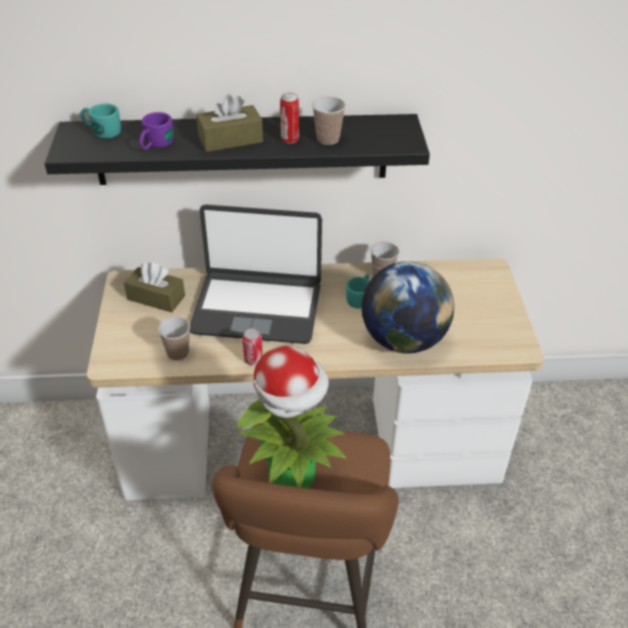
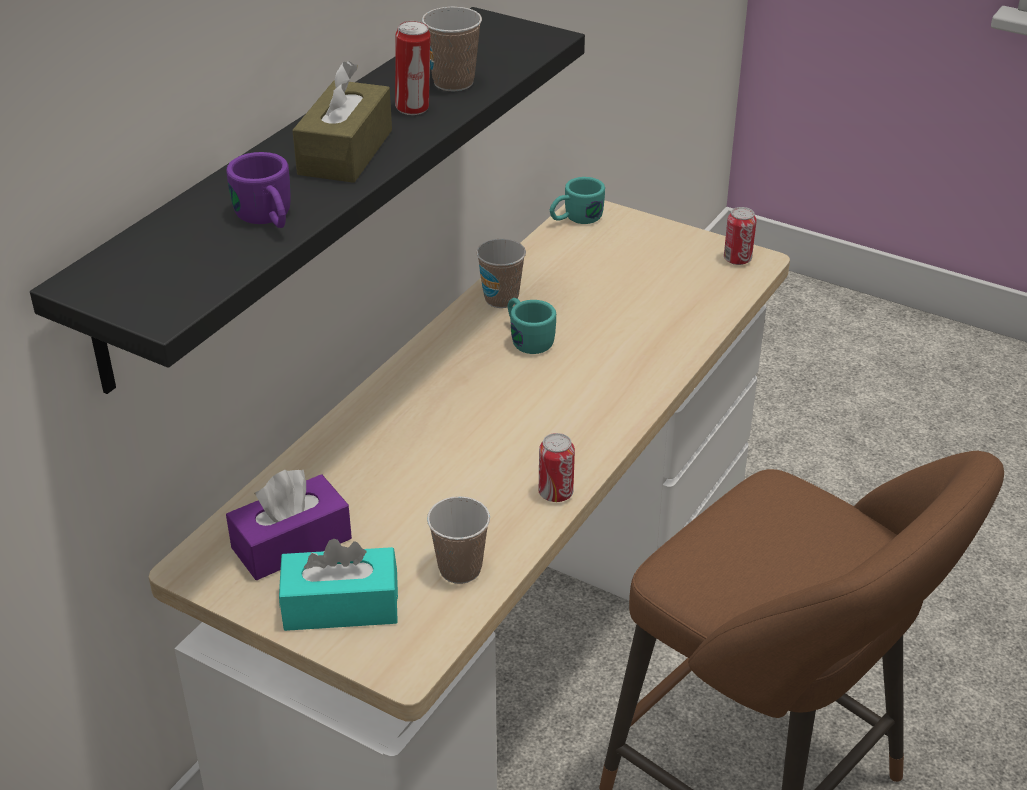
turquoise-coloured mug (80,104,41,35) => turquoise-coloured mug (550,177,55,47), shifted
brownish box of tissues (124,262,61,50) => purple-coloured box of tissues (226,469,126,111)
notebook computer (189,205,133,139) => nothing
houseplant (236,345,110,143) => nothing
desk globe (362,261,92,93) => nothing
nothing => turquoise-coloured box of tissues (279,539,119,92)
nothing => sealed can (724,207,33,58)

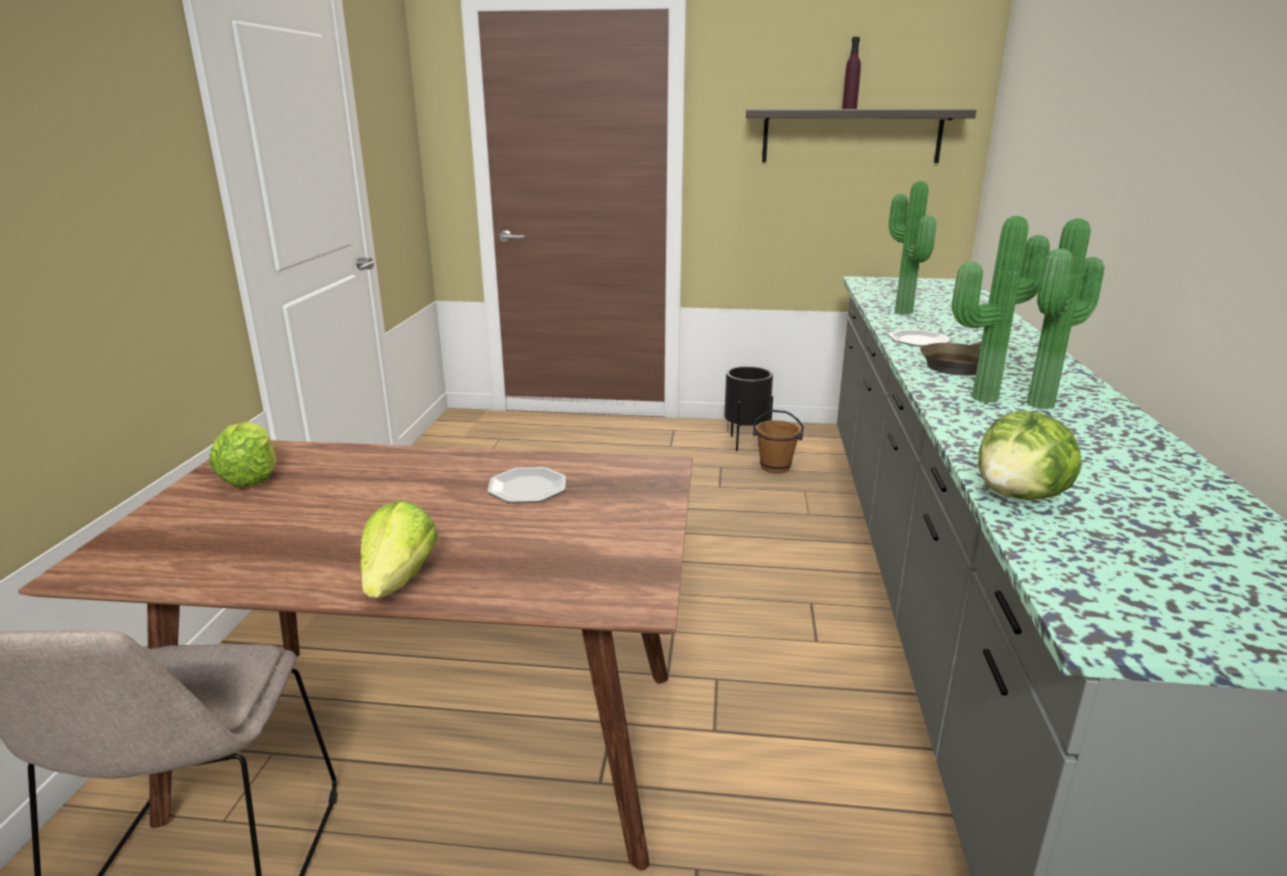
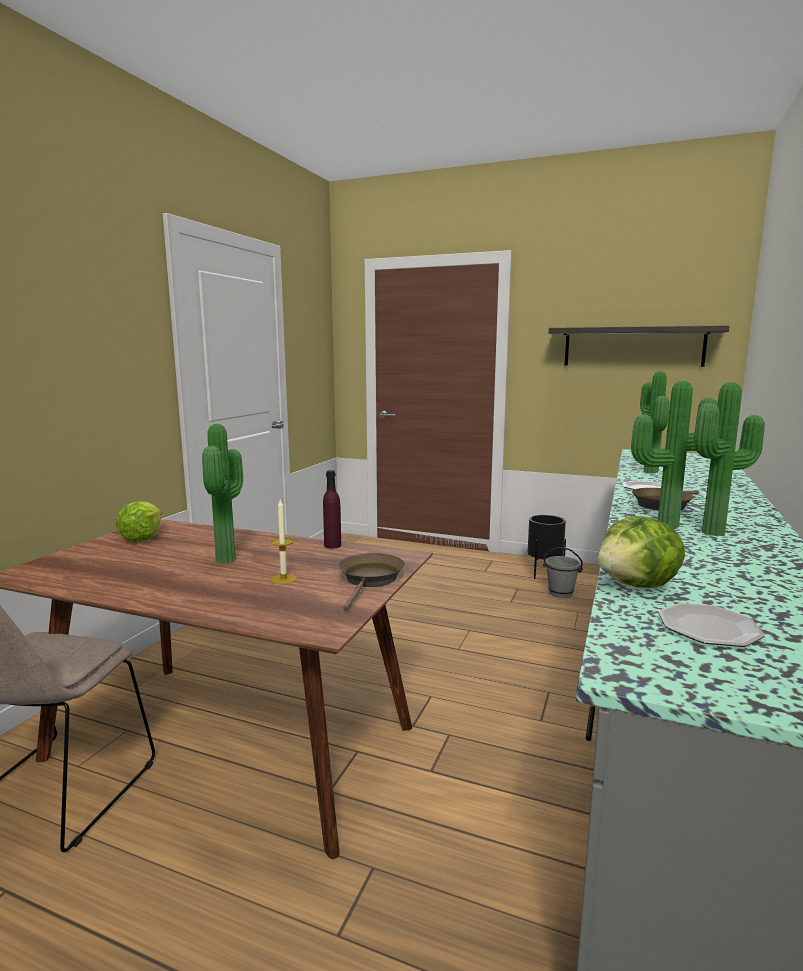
head of lettuce (360,500,78,98) => nothing
plate (487,467,79,36) => plate (658,603,107,44), shifted
brownish bucket (753,410,51,64) => gray bucket (543,547,40,51)
purple-coloured drink bottle (842,37,19,72) => purple-coloured drink bottle (323,470,18,79), shifted
nothing => houseplant (202,424,41,140)
nothing => candle (271,500,26,84)
nothing => brownish pan (338,553,67,58)

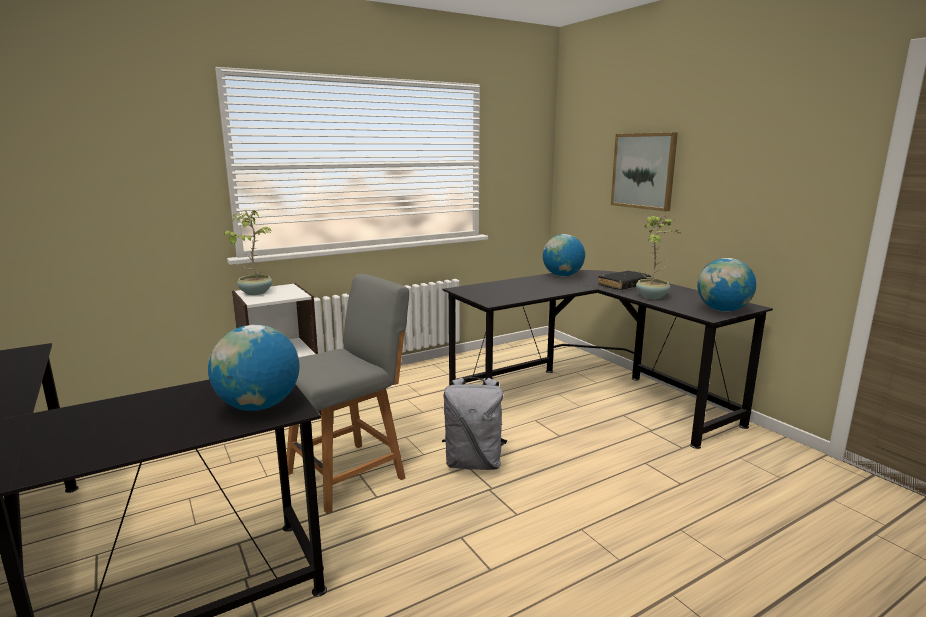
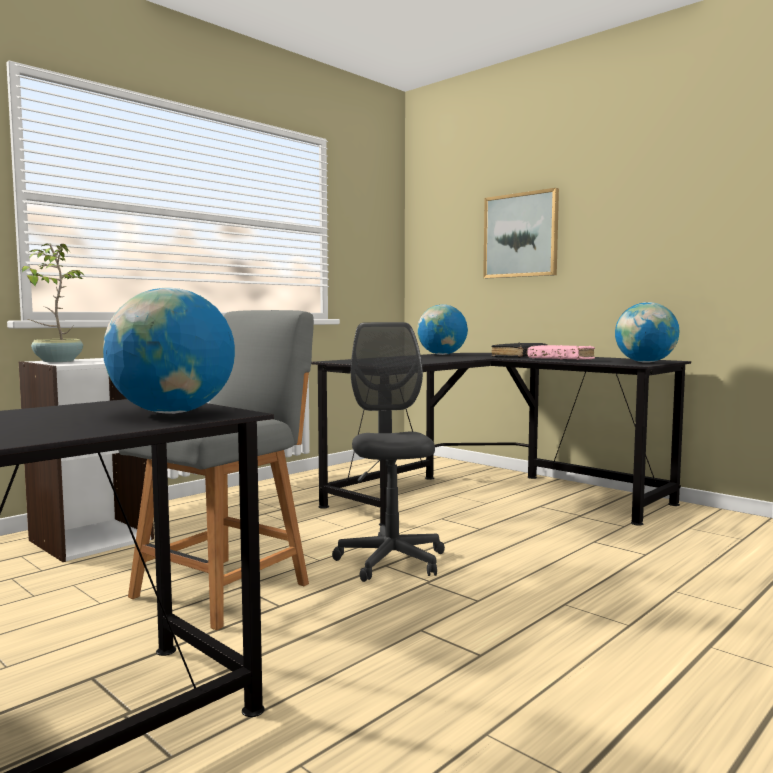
gray backpack (442,377,65,93) => gray computer chair (332,322,113,260)
houseplant (636,215,46,84) => pinkish book (527,345,68,15)

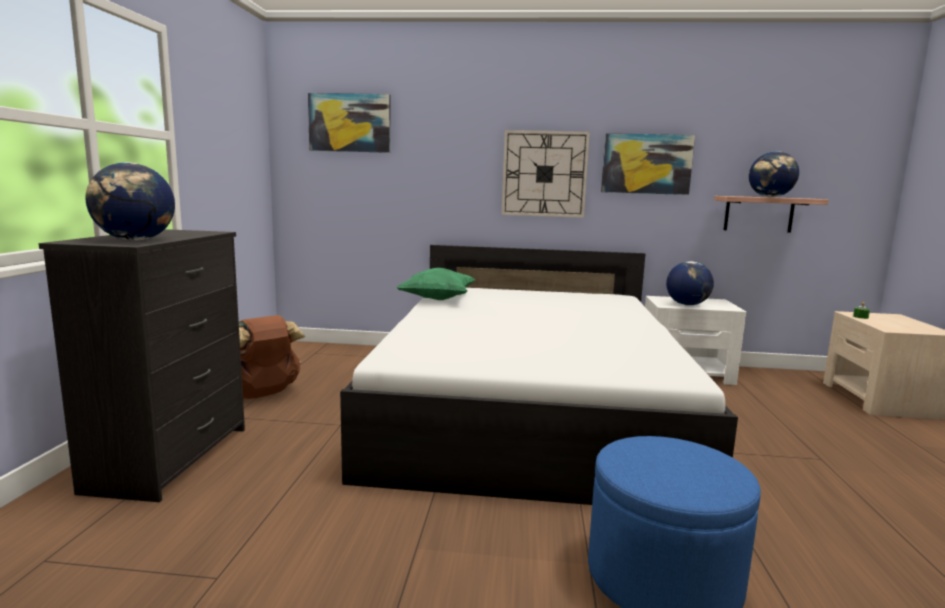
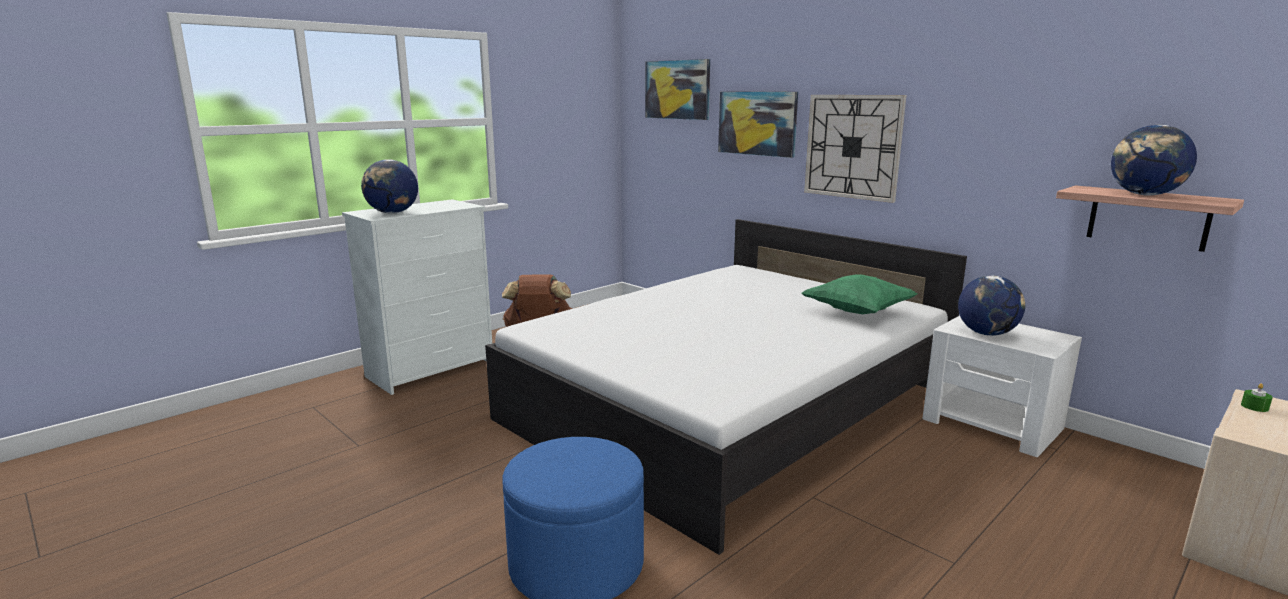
blackish dresser (39,229,206,273) => white-coloured dresser (342,199,150,196)
greenish throw pillow (396,268,79,32) => greenish throw pillow (802,274,115,40), shifted
wall picture (601,133,94,62) => wall picture (718,92,80,66), shifted

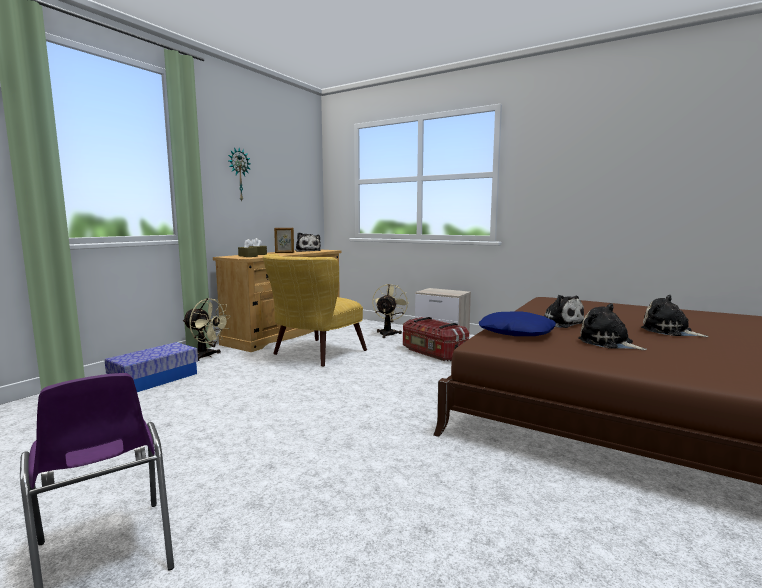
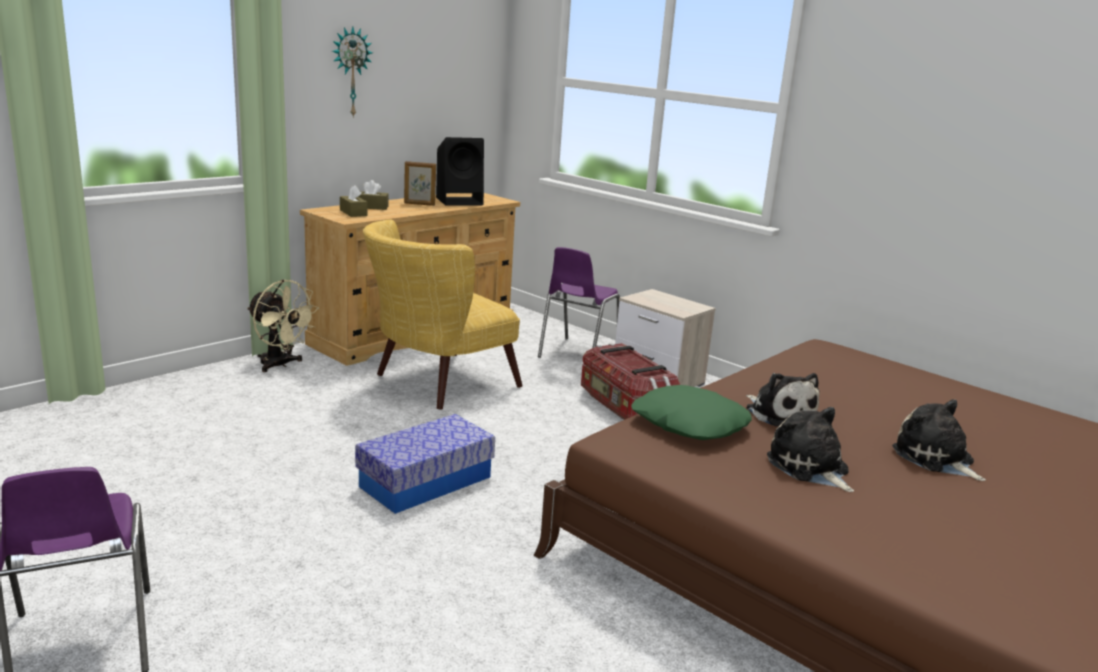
storage container (105,342,93,50) => storage container (355,414,140,100), shifted
plush toy (295,233,26,19) => blackish speaker (436,137,48,69)
beige fan (372,284,37,54) => purple-coloured upright chair (538,247,82,111)
blue throw pillow (479,311,77,25) => greenish throw pillow (631,385,121,55)

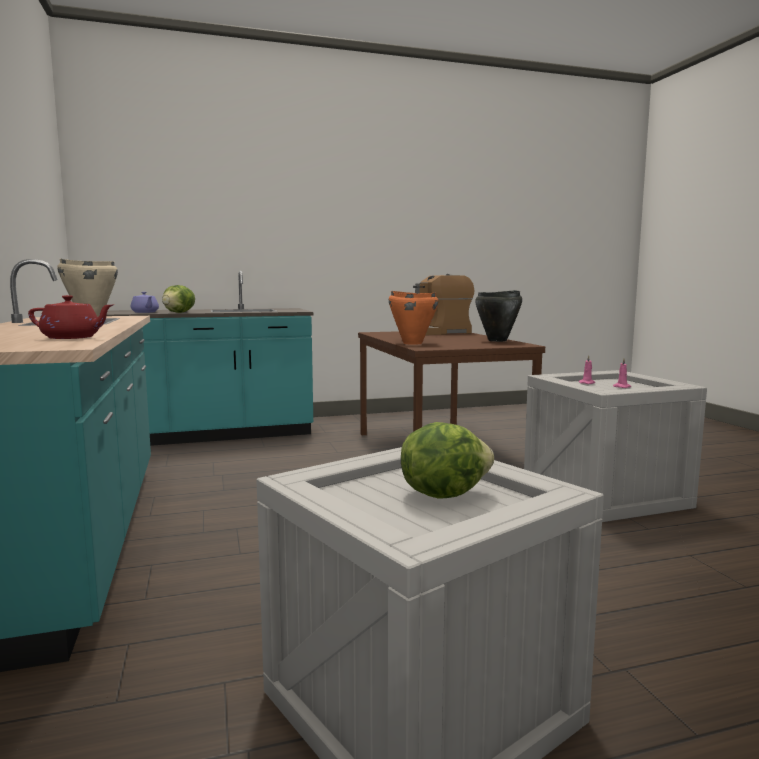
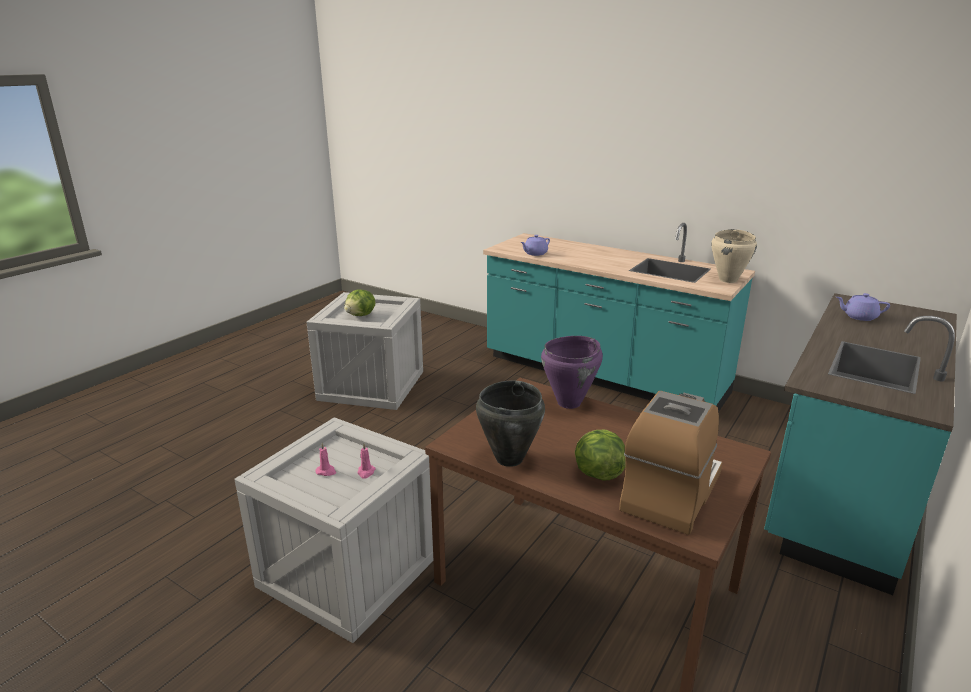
red-coloured tea pot (28,295,85,44) => purple-coloured tea pot (520,235,30,21)
head of lettuce (162,285,33,28) => head of lettuce (575,430,51,51), shifted
orange cooking pot (389,291,49,54) => purple-coloured cooking pot (541,336,62,73)

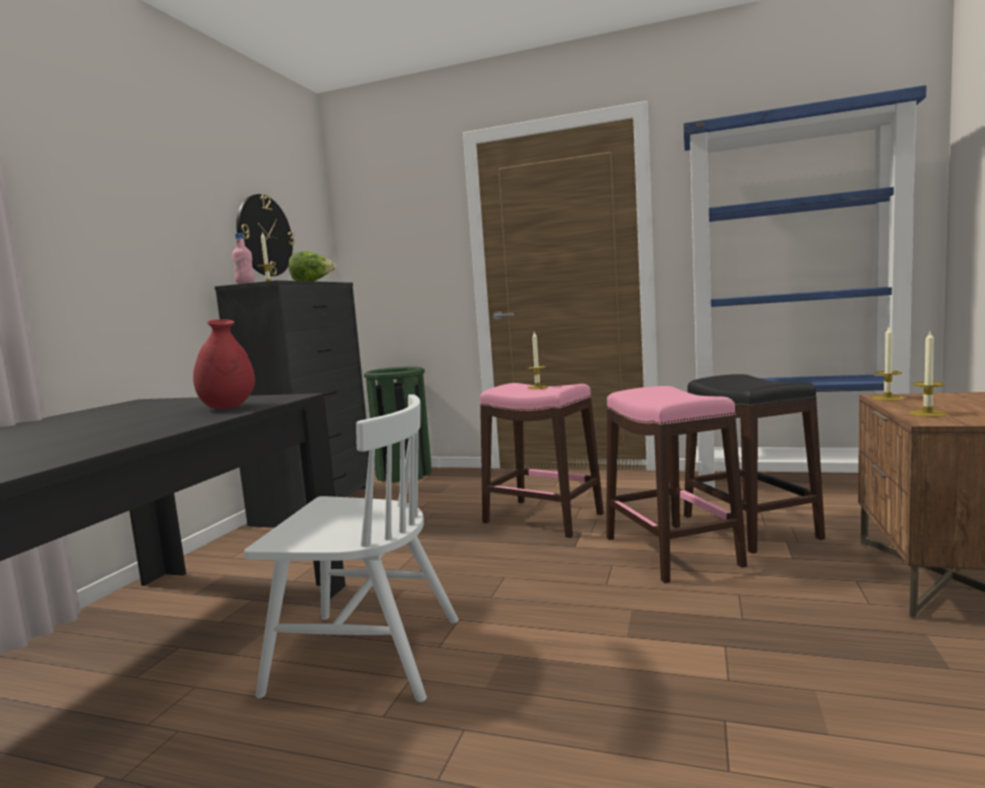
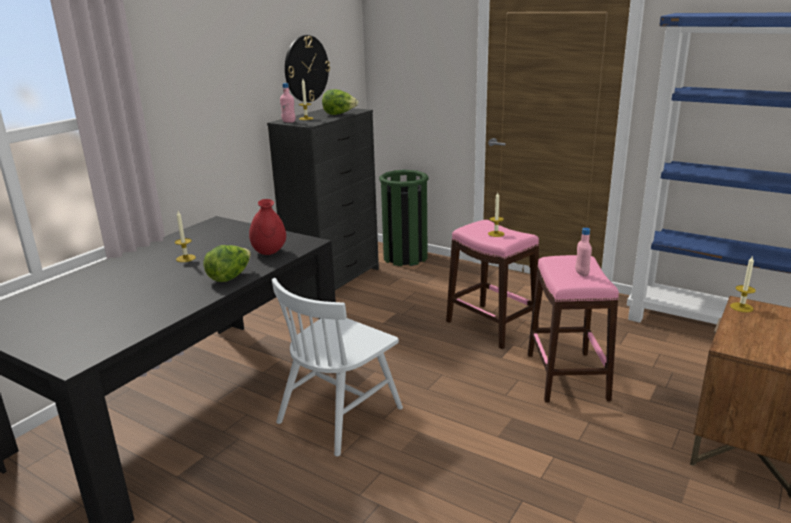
white-coloured upright chair (244,394,215,308) => white-coloured upright chair (272,278,131,179), 105 degrees clockwise
blackish stool seat (684,374,141,180) => nothing
candle (909,331,38,86) => candle (175,211,21,51), shifted
nothing => head of lettuce (203,245,48,37)
nothing => pinkish drink bottle (575,228,17,49)

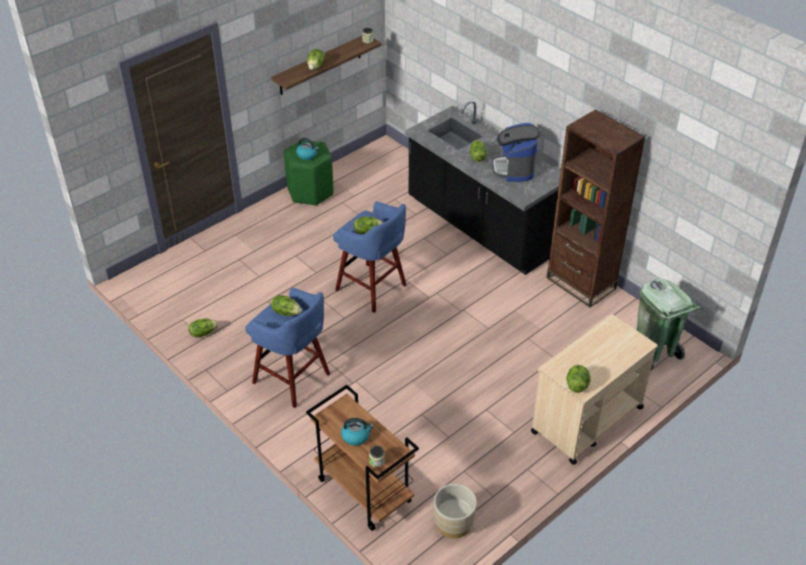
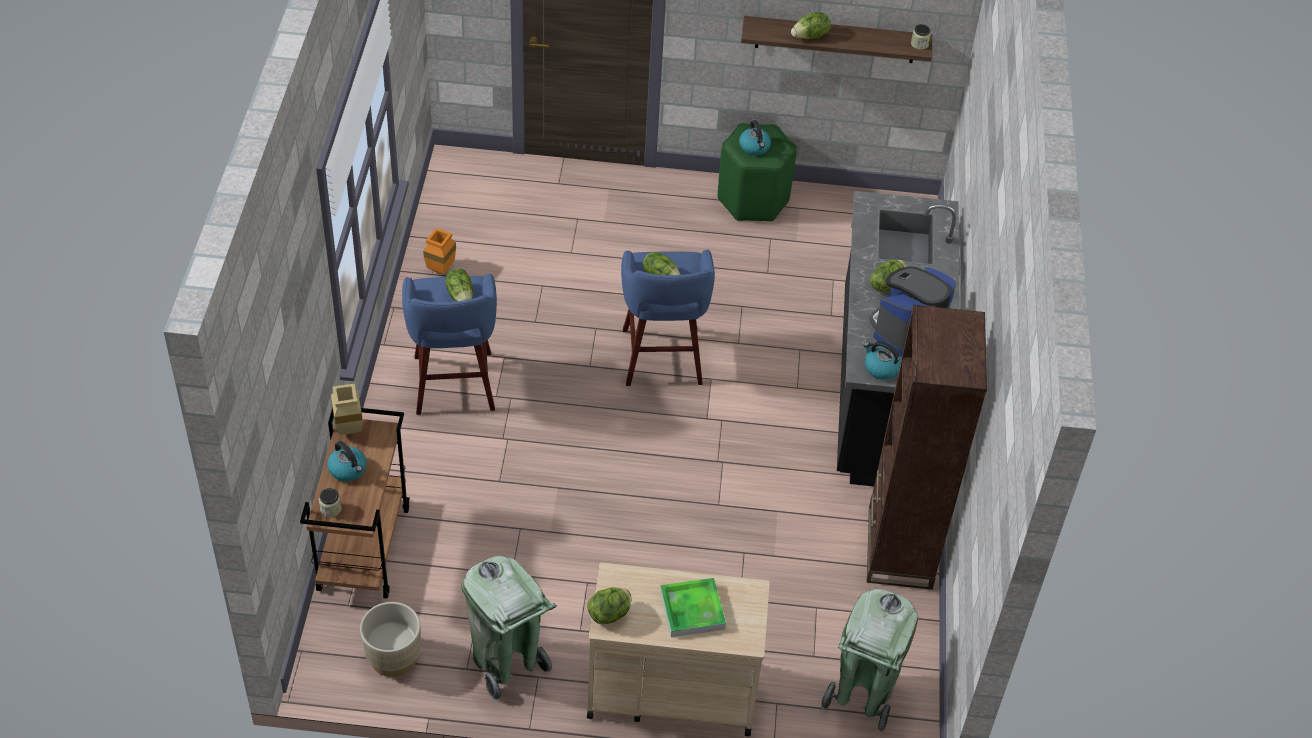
head of lettuce (189,318,29,19) => orange decorative vase (423,228,33,47)
nothing => beige decorative vase (331,384,32,50)
nothing => greenish rubbish bin (462,556,94,145)
nothing => tray (660,578,66,59)
nothing => water kettle (864,341,37,39)

